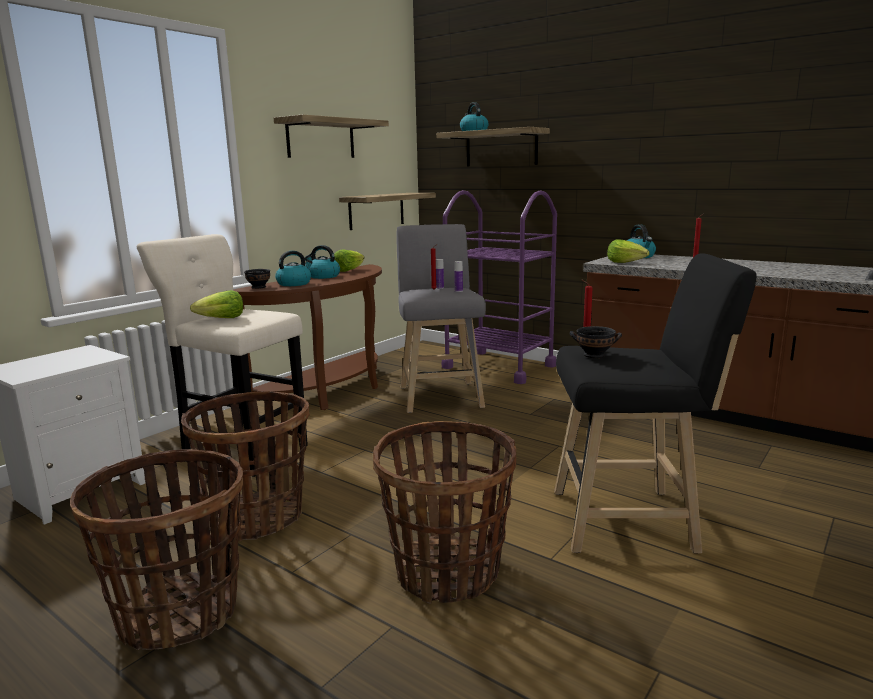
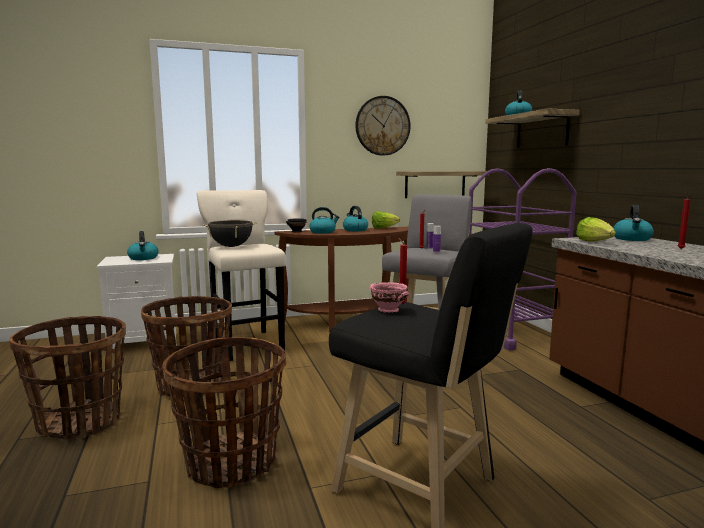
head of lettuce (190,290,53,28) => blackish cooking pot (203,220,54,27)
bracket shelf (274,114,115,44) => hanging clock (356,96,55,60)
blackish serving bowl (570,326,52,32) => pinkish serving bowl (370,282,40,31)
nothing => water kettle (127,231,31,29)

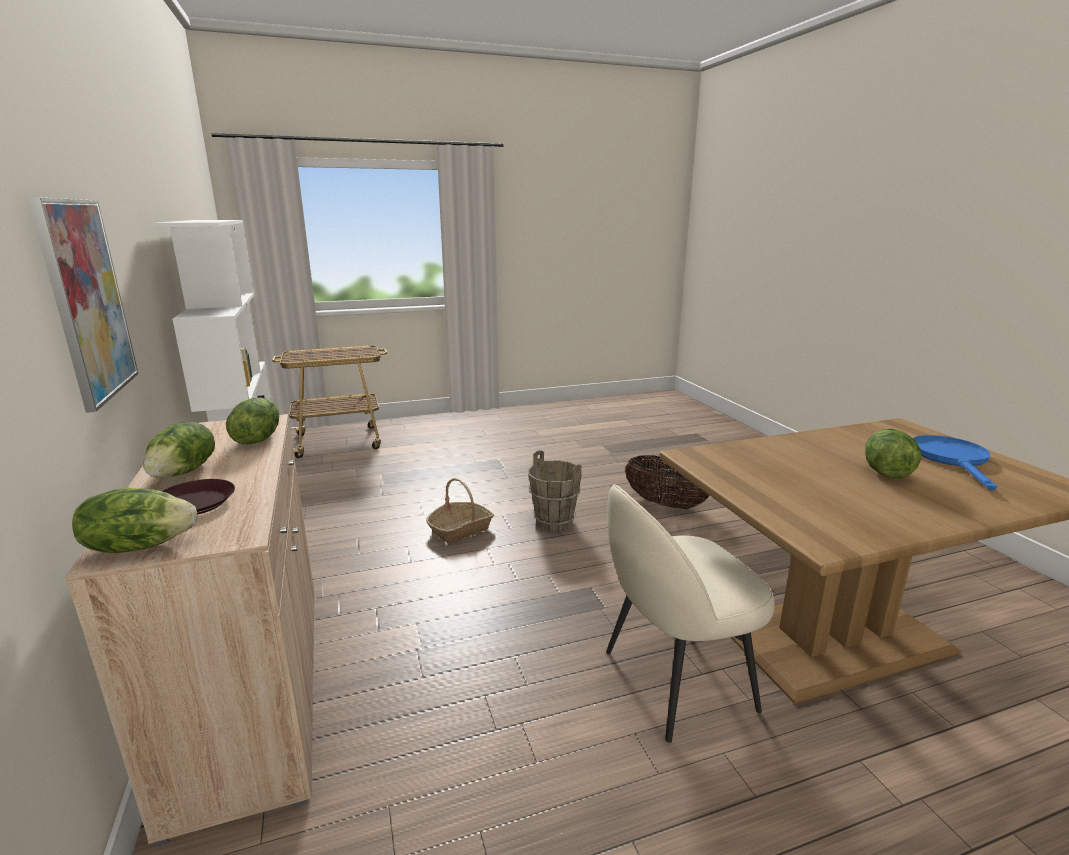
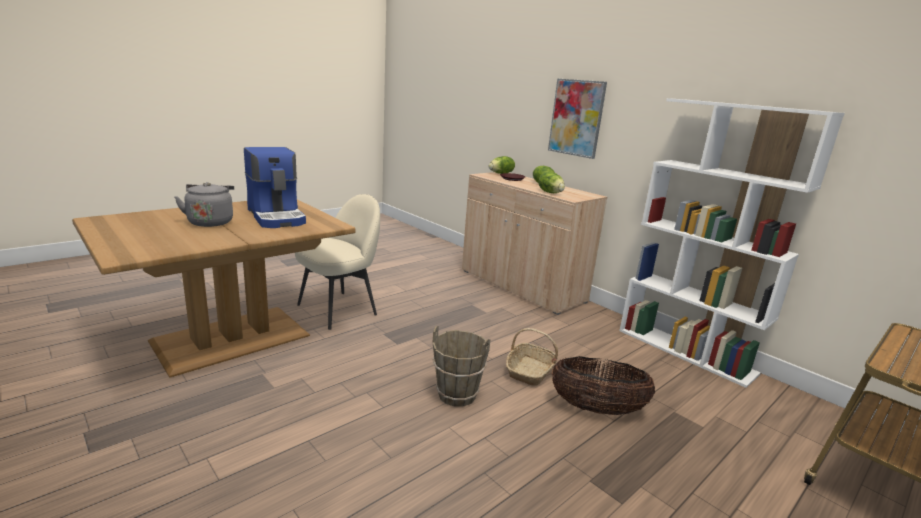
basket (625,455,85,54) => basket (552,356,103,59), shifted
head of lettuce (865,428,56,51) => gray water kettle (174,182,60,45)
blue pan (913,435,84,55) => nothing
nothing => coffee brewer (244,147,62,81)

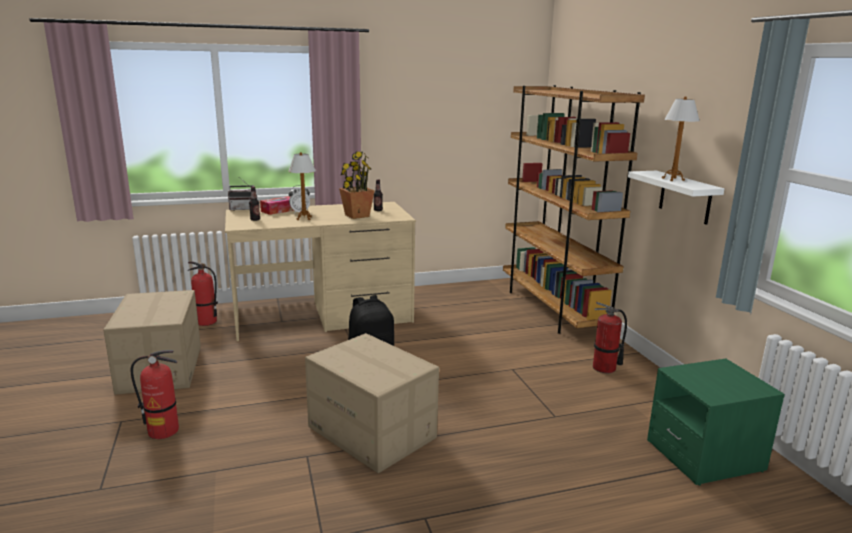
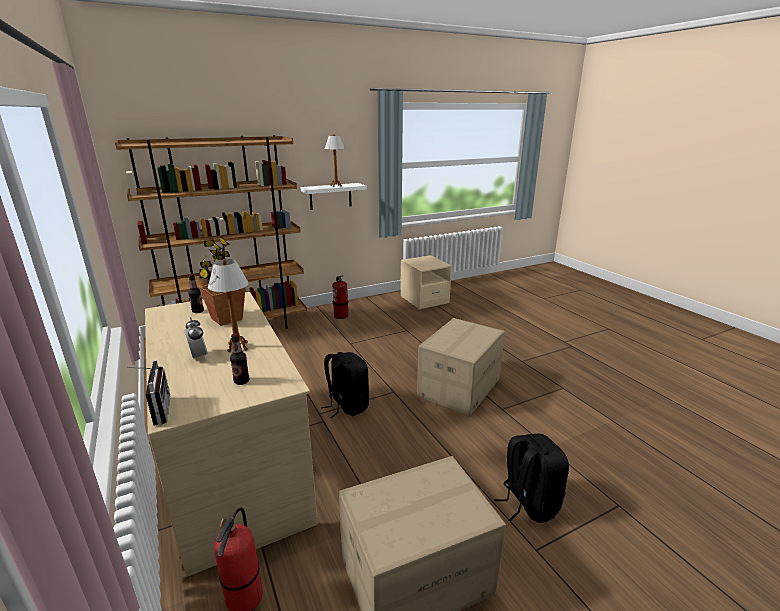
extinguisher (131,350,48,89) => blackish backpack (494,434,75,89)
box of tissues (260,196,34,19) => nothing
greenish bedside table (647,359,138,127) => beige bedside table (401,255,51,54)

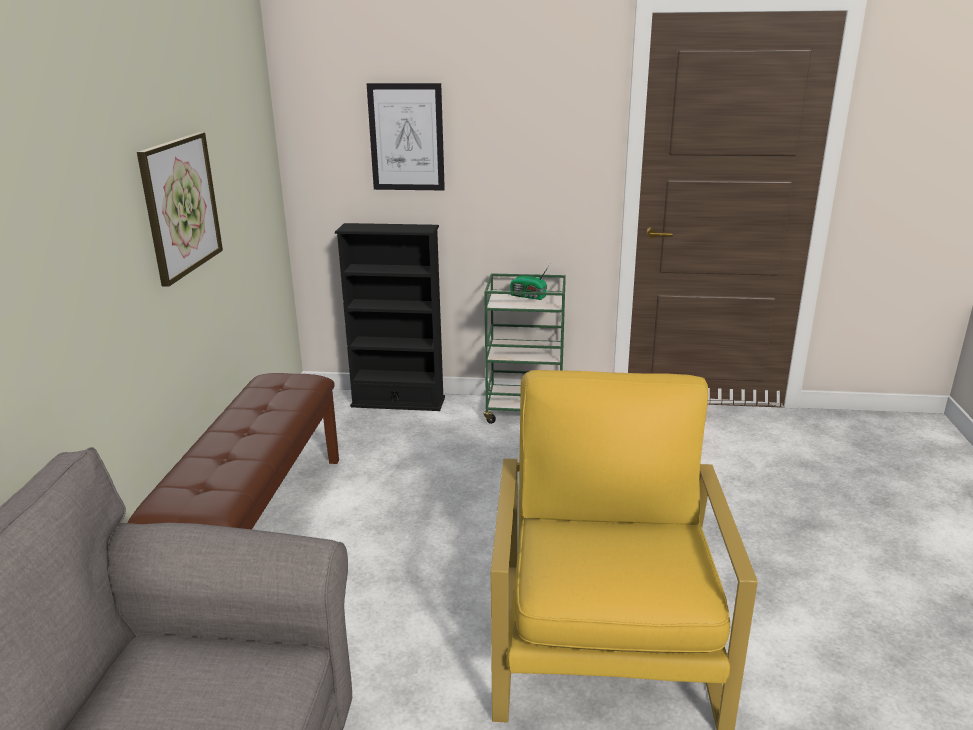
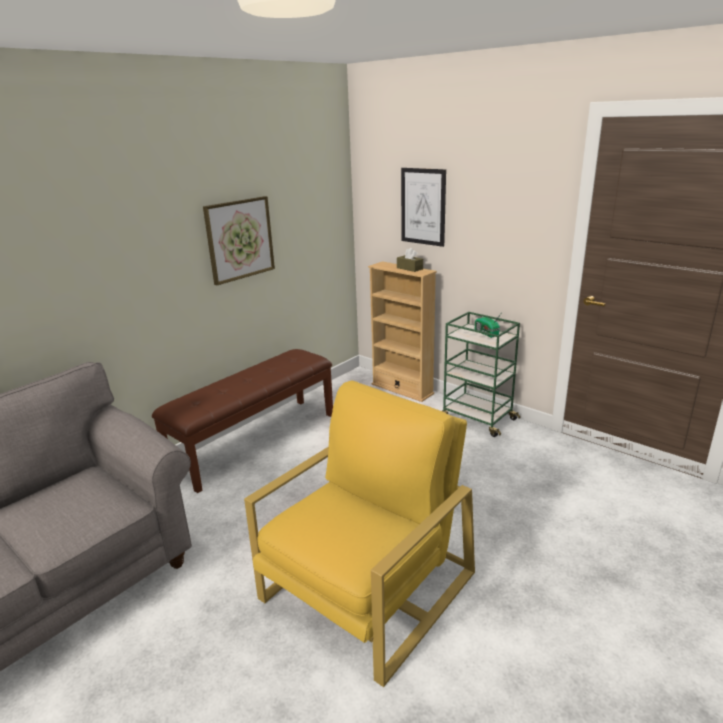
blackish bookcase (335,223,110,188) => beige bookcase (368,261,69,141)
nothing => brownish box of tissues (397,248,26,24)

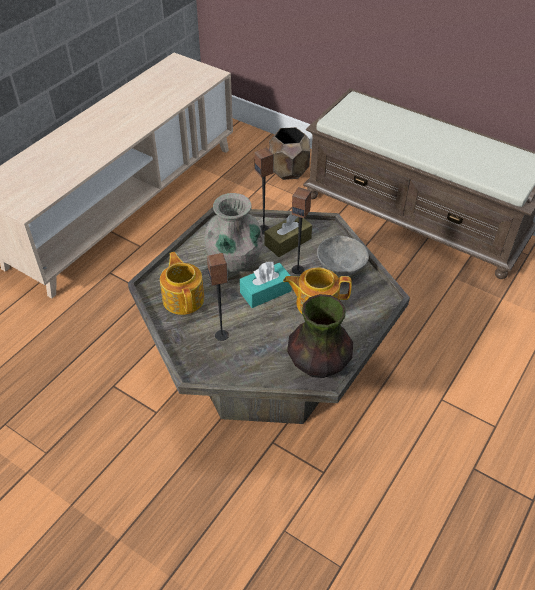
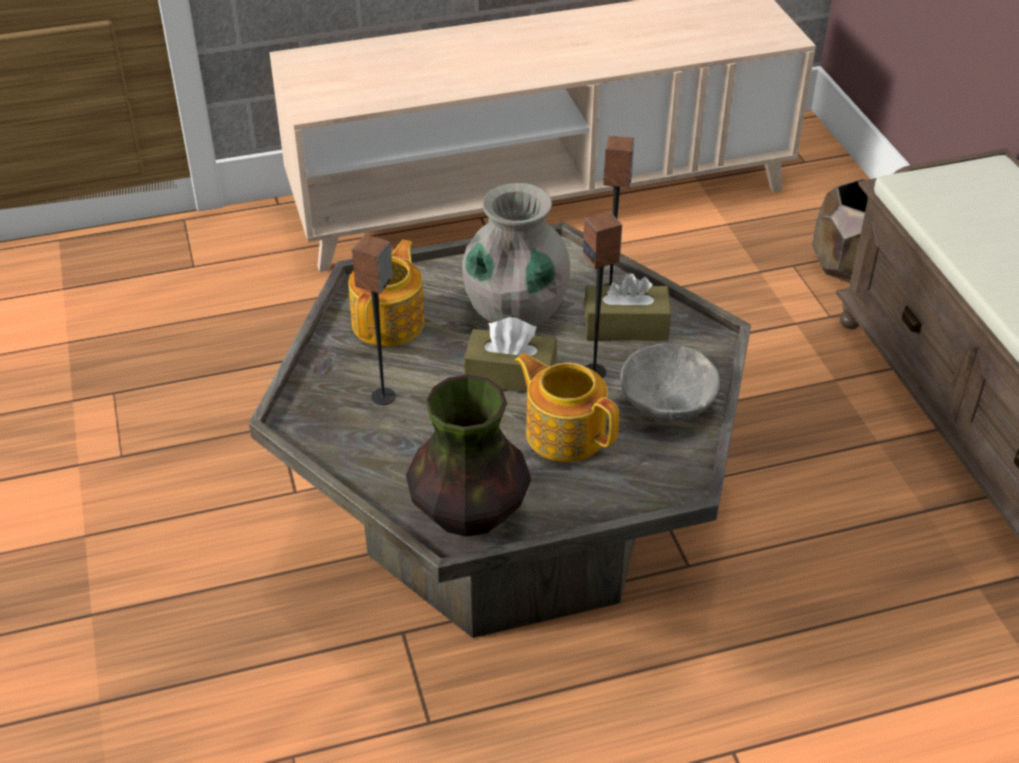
turquoise-coloured box of tissues (240,262,52,46) => brownish box of tissues (464,317,93,76)

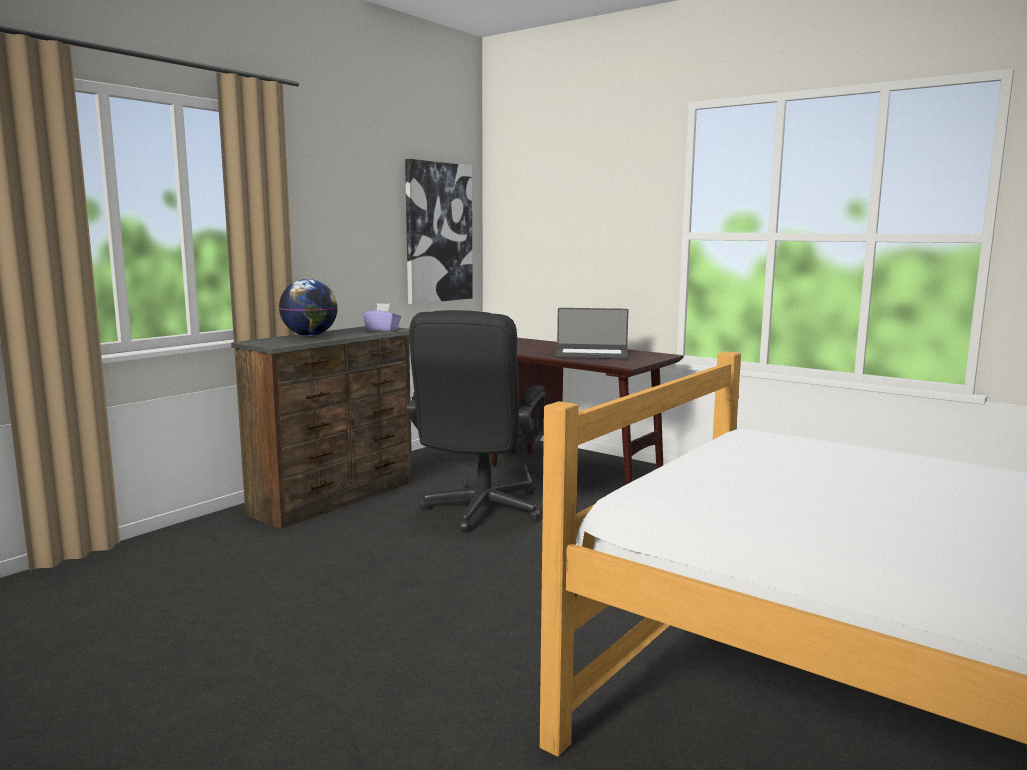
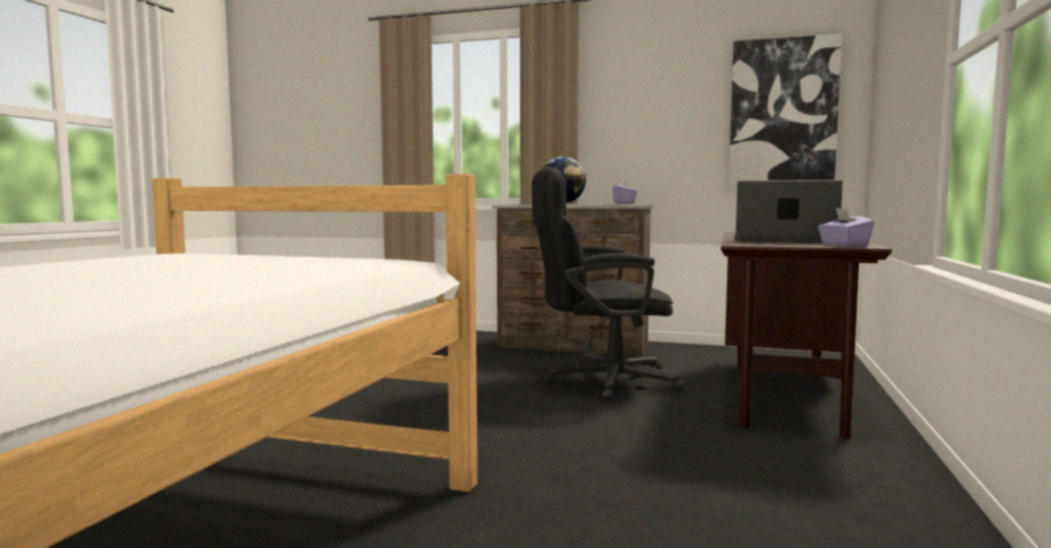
notebook computer (555,308,74,51) => notebook computer (734,180,109,63), 120 degrees clockwise
nothing => purple-coloured box of tissues (818,208,56,39)

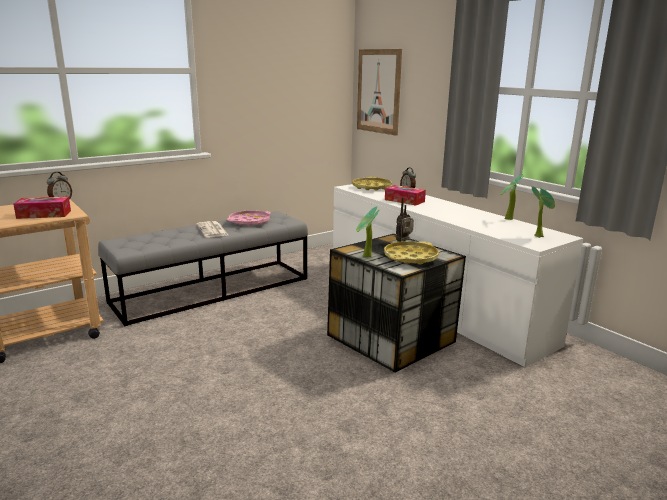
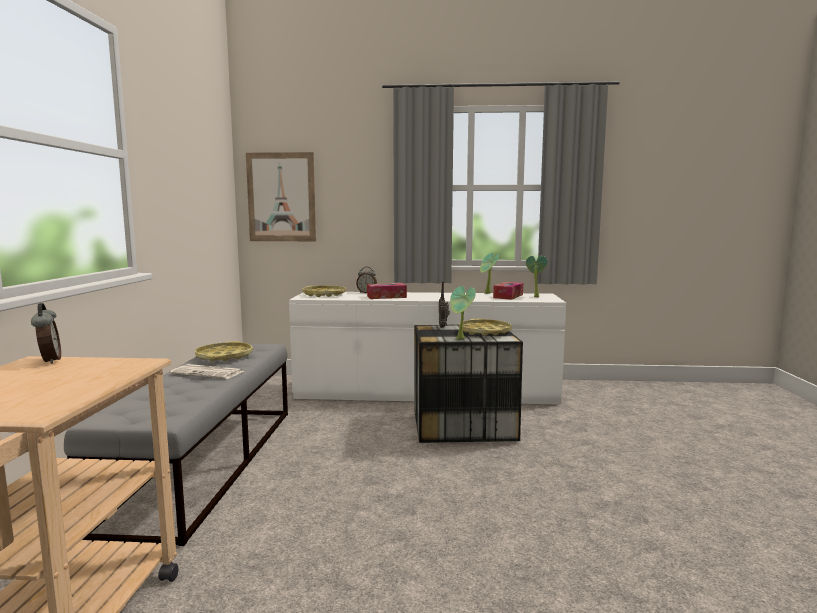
box of tissues (13,196,58,23) => box of tissues (493,282,30,18), shifted
pinkish tray (227,210,44,16) => yellow-coloured tray (195,341,58,20)

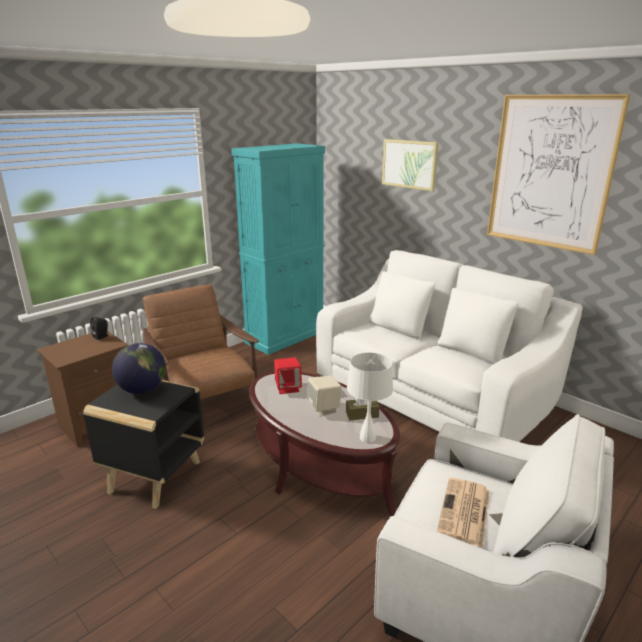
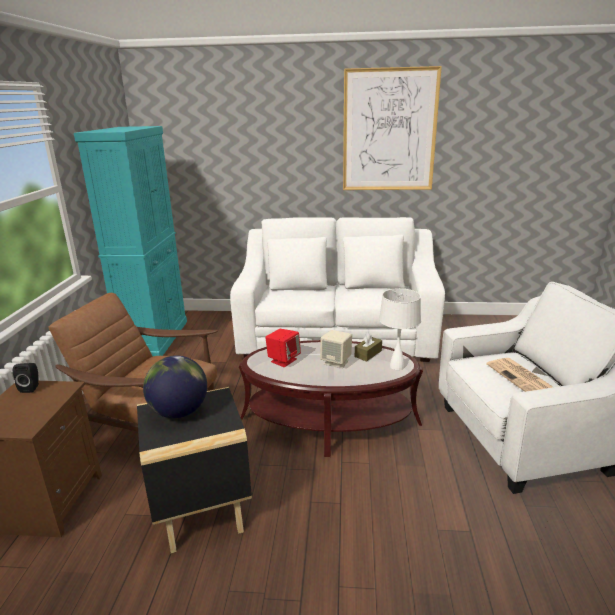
wall picture (382,139,57,52) => nothing

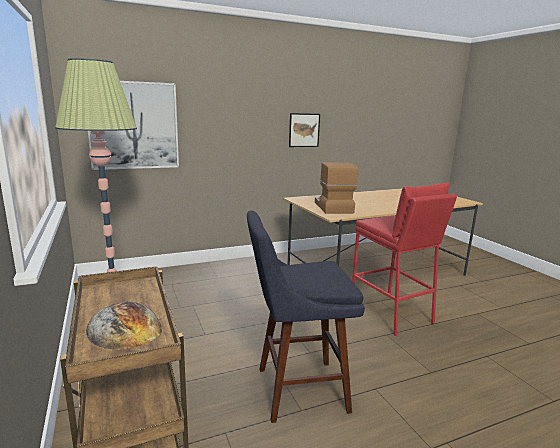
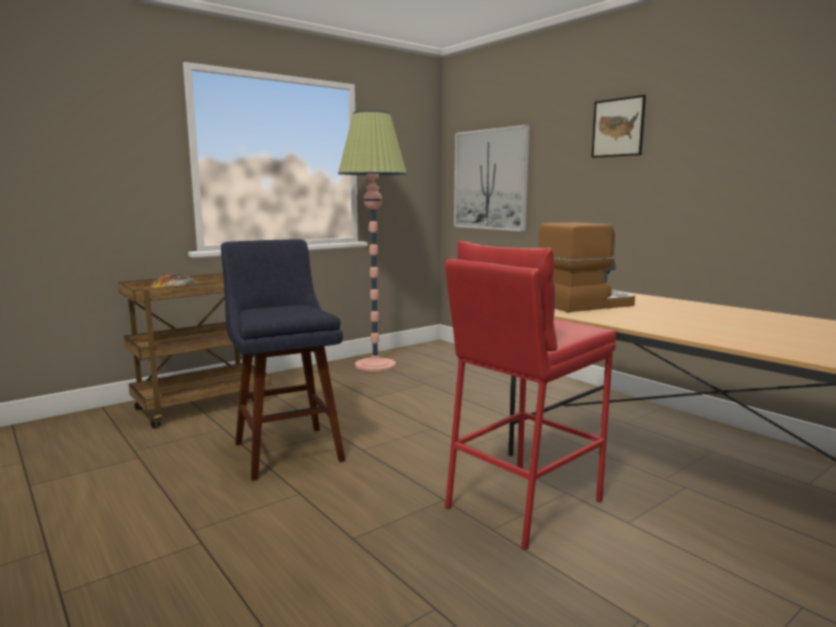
wall picture (289,113,31,34) => wall picture (591,95,55,63), shifted

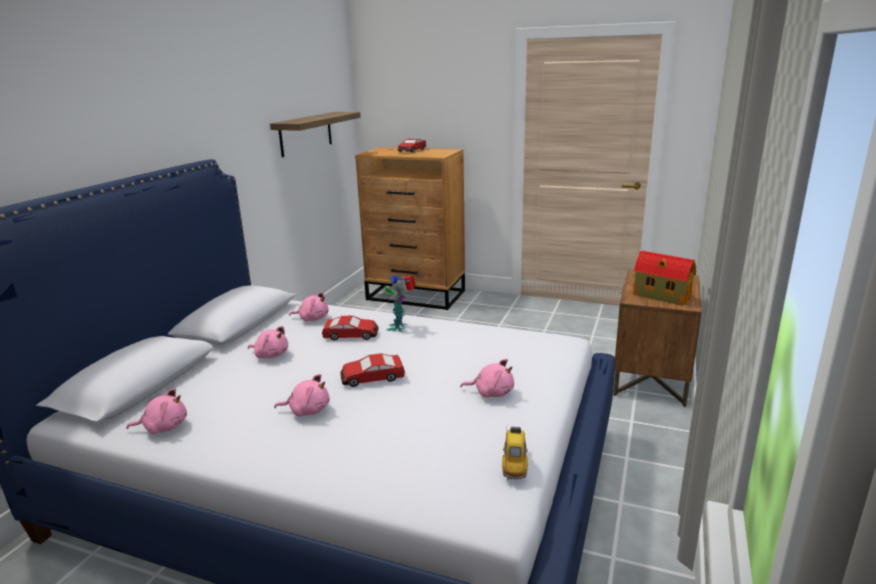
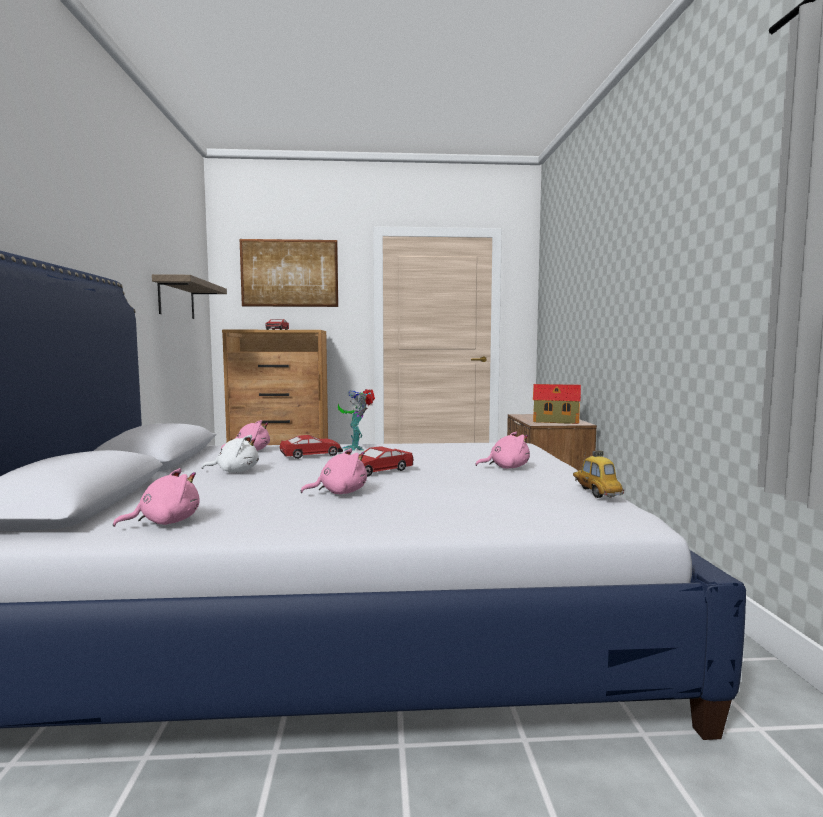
pinkish plush toy (248,326,40,32) => white-coloured plush toy (202,435,57,38)
nothing => wall picture (240,239,98,68)

